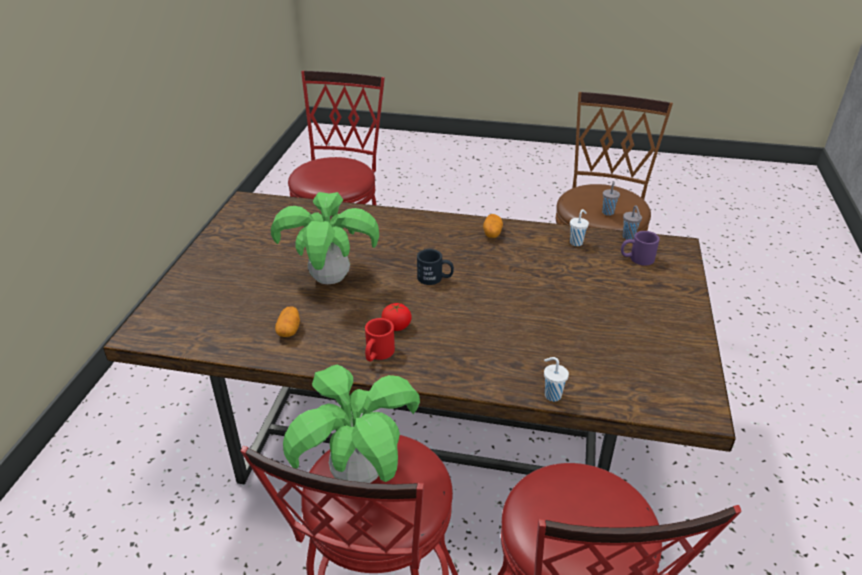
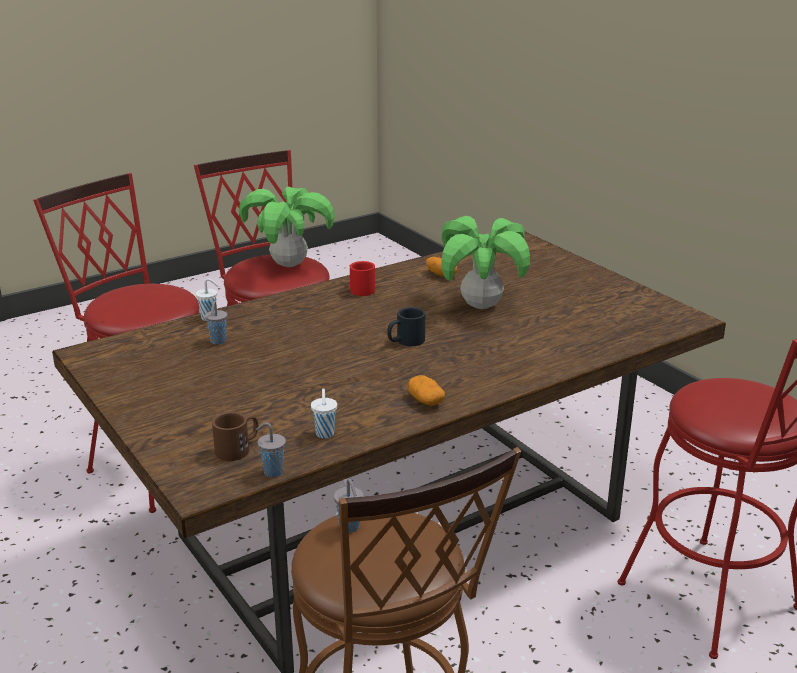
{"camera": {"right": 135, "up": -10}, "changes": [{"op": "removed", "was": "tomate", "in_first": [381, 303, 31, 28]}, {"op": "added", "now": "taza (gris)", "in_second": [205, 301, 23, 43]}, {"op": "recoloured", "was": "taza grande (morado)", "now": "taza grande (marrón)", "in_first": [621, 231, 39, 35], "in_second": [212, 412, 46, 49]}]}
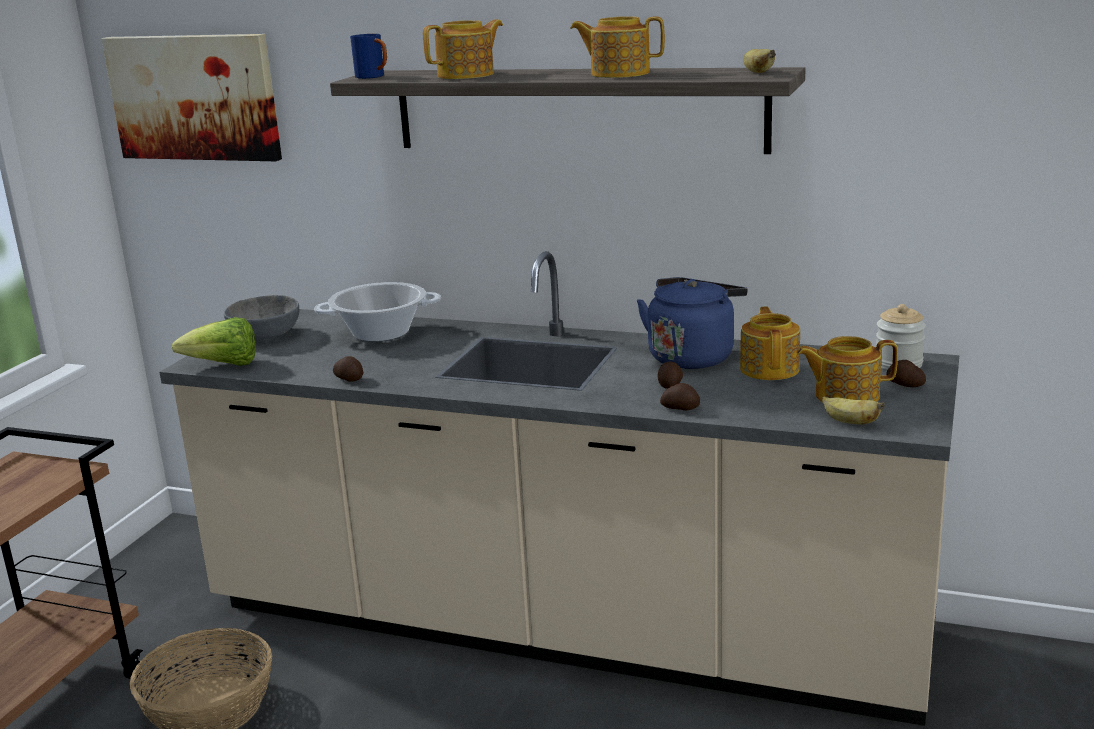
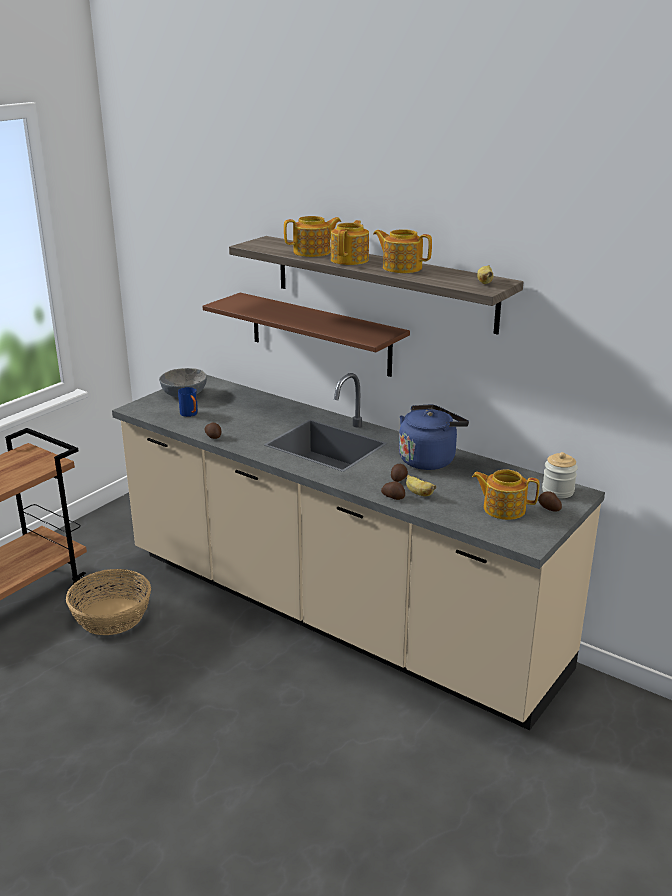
{"camera": {"right": 15, "up": 5}, "changes": [{"op": "removed", "was": "cuadro", "in_first": [101, 34, 181, 127]}, {"op": "removed", "was": "lechuga", "in_first": [171, 317, 85, 49]}, {"op": "removed", "was": "olla", "in_first": [314, 282, 127, 60]}, {"op": "added", "now": "estante (marrón)", "in_second": [203, 293, 207, 84]}, {"op": "moved", "was": "taza grande (azul)", "in_first": [350, 34, 37, 45], "in_second": [178, 387, 20, 30]}, {"op": "moved", "was": "tetera", "in_first": [740, 307, 60, 73], "in_second": [331, 220, 38, 45]}, {"op": "moved", "was": "plátano", "in_first": [822, 397, 63, 28], "in_second": [406, 475, 30, 21]}]}
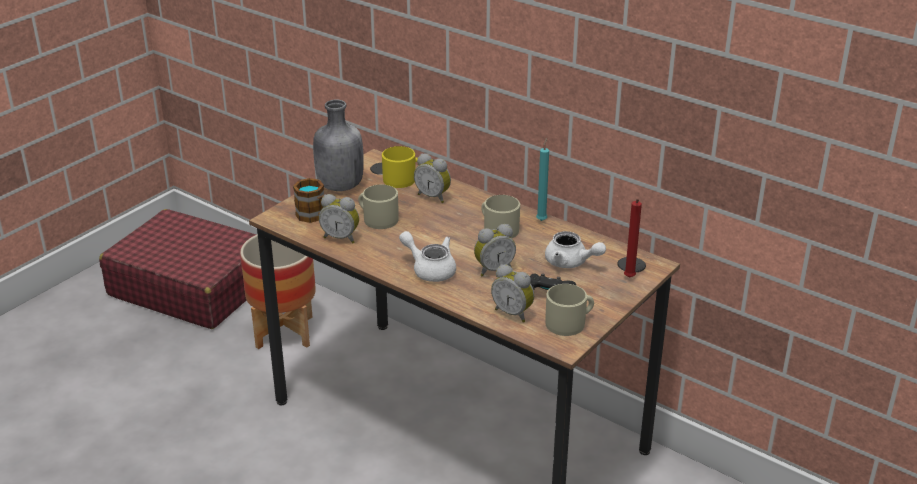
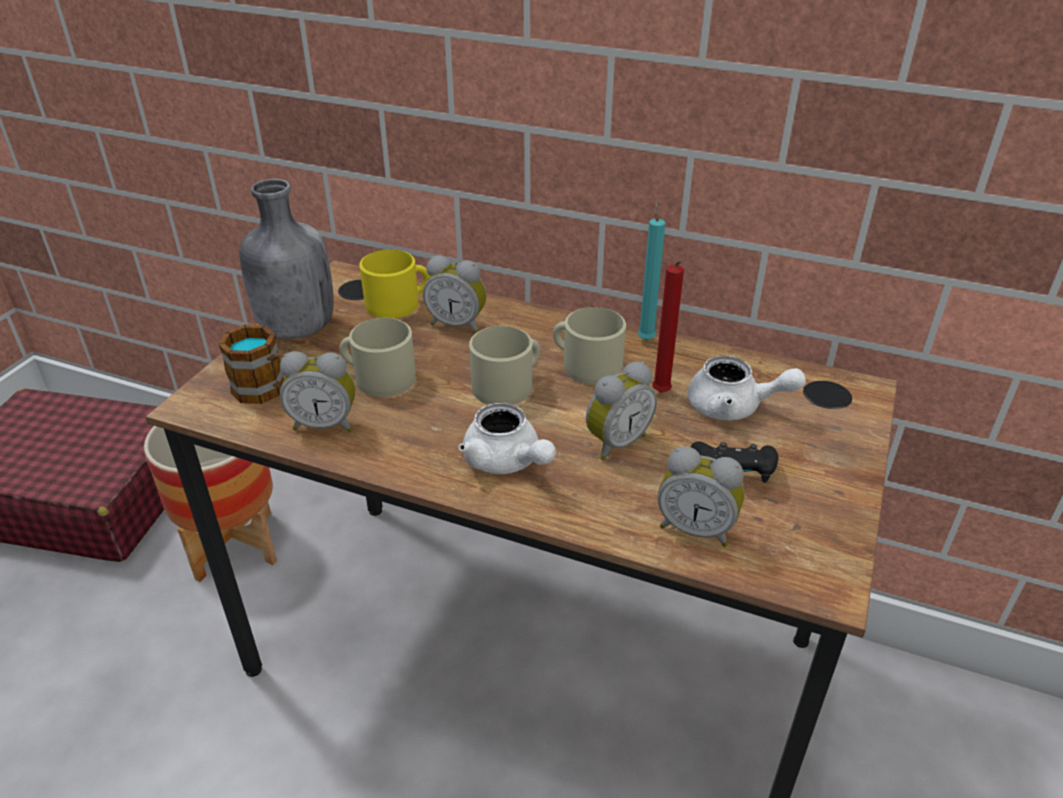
{"camera": {"right": -15, "up": 5}, "changes": [{"op": "moved", "was": "taza grande (beis)", "in_first": [545, 284, 49, 52], "in_second": [469, 326, 72, 79]}, {"op": "moved", "was": "vela (rojo)", "in_first": [624, 199, 18, 79], "in_second": [652, 261, 32, 132]}, {"op": "turned", "was": "tetera (blanco)", "in_first": [399, 231, 57, 51], "in_second": [459, 403, 97, 71], "clockwise": -150}]}
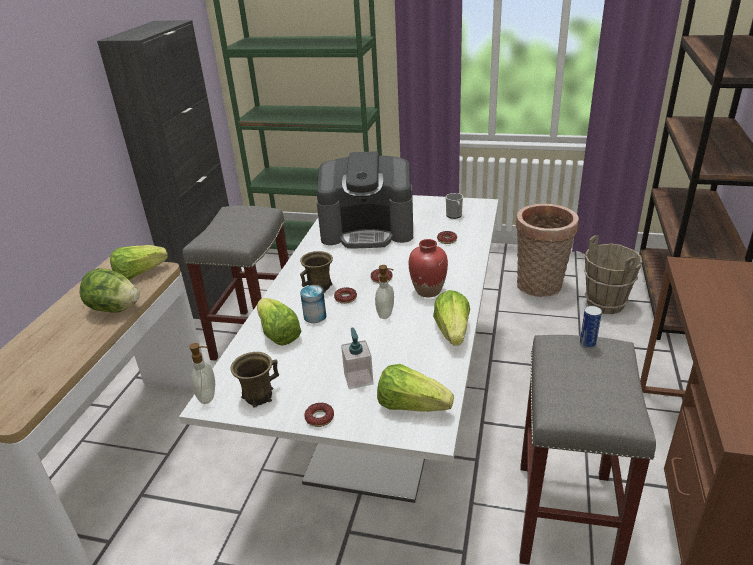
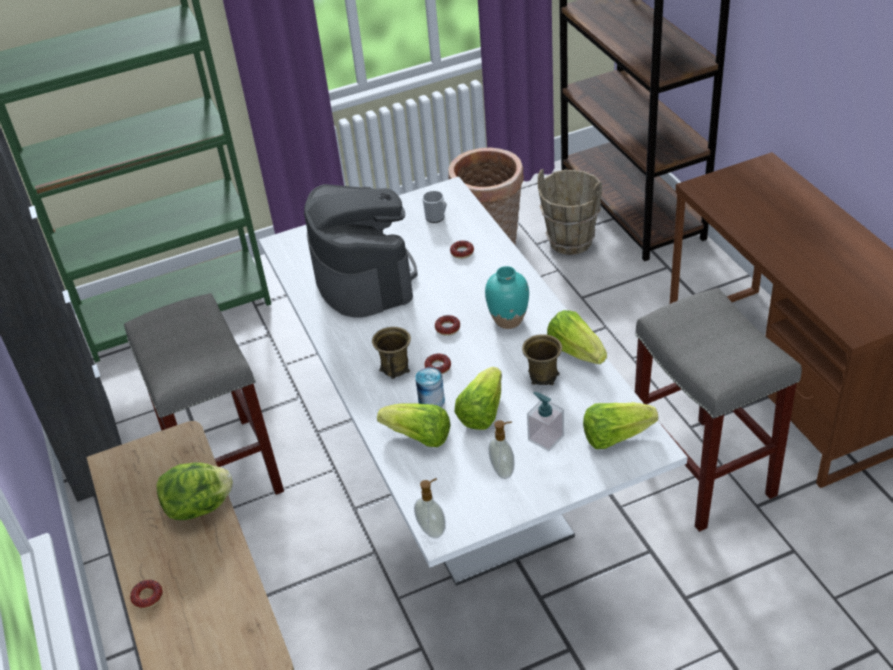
{"camera": {"right": -35, "up": 10}, "changes": [{"op": "removed", "was": "lata", "in_first": [580, 306, 22, 43]}, {"op": "moved", "was": "lechuga", "in_first": [110, 245, 58, 35], "in_second": [454, 367, 48, 63]}, {"op": "moved", "was": "taza grande (marrón)", "in_first": [230, 352, 49, 55], "in_second": [522, 334, 40, 51]}, {"op": "moved", "was": "rosquilla", "in_first": [304, 403, 30, 24], "in_second": [130, 580, 33, 29]}, {"op": "moved", "was": "dispensador de jabón", "in_first": [375, 265, 19, 54], "in_second": [489, 420, 25, 59]}, {"op": "recoloured", "was": "florero (rojo)", "now": "florero (turquesa)", "in_first": [409, 239, 39, 58], "in_second": [485, 266, 44, 63]}, {"op": "turned", "was": "cafetera", "in_first": [317, 151, 96, 97], "in_second": [304, 184, 114, 134], "clockwise": -75}]}
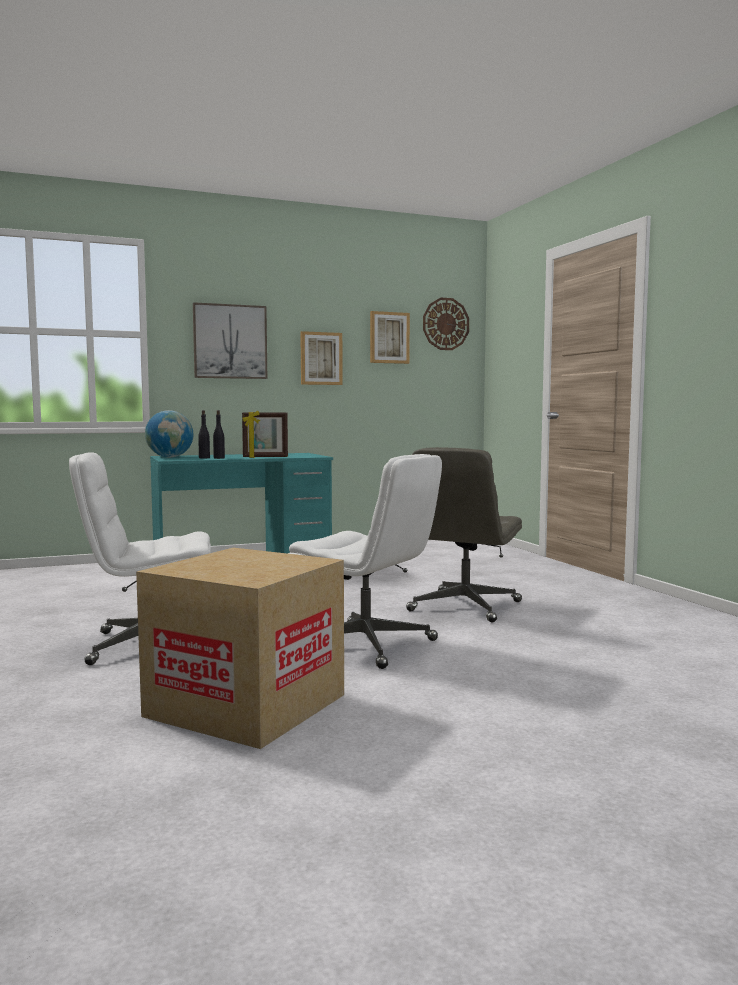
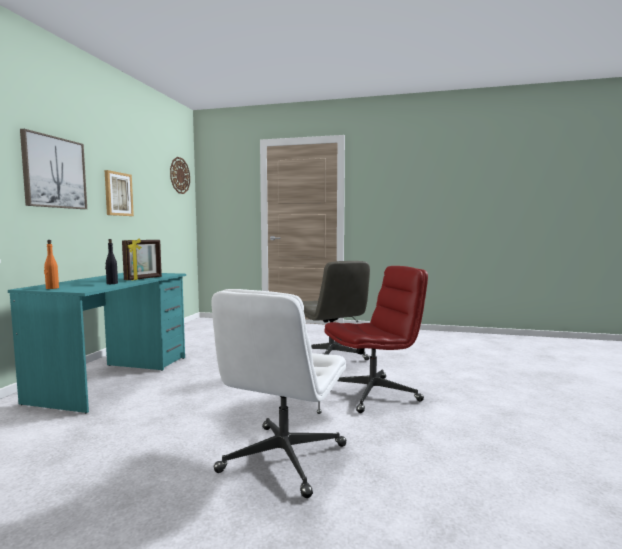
{"camera": {"right": -55, "up": 0}, "changes": [{"op": "removed", "was": "caja de cartón", "in_first": [136, 548, 208, 201]}, {"op": "removed", "was": "botella (negro)", "in_first": [198, 410, 12, 48]}, {"op": "removed", "was": "cuadro", "in_first": [370, 311, 40, 53]}, {"op": "replaced", "was": "globo terráqueo", "now": "botella (naranja)", "in_first": [145, 410, 48, 47], "in_second": [44, 240, 15, 49]}, {"op": "recoloured", "was": "silla de oficina (blanco)", "now": "silla de oficina (rojo)", "in_first": [288, 454, 154, 215], "in_second": [324, 266, 104, 147]}]}
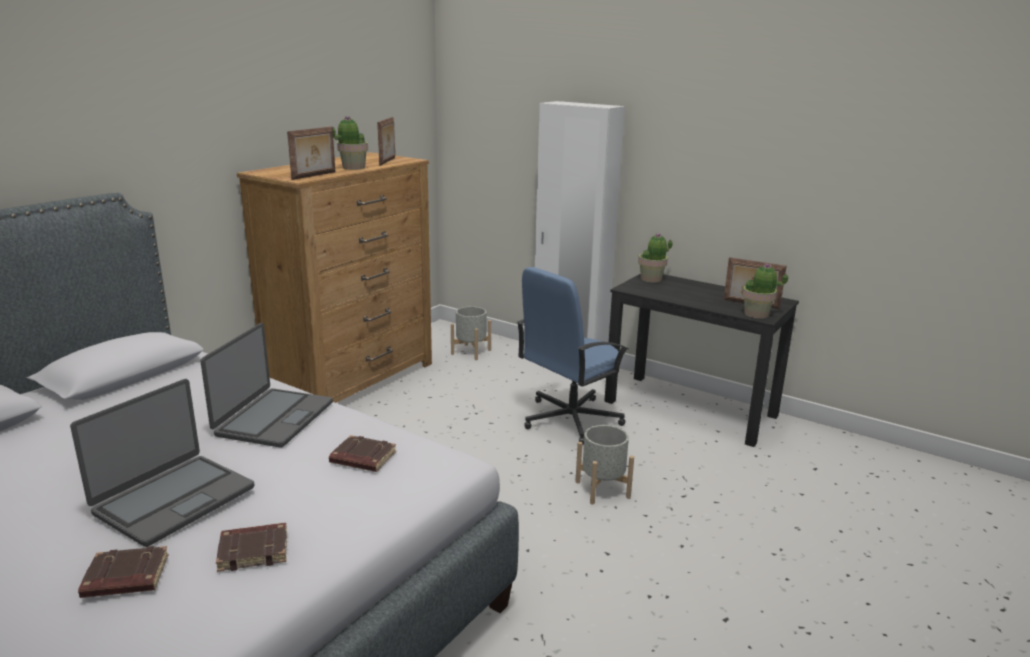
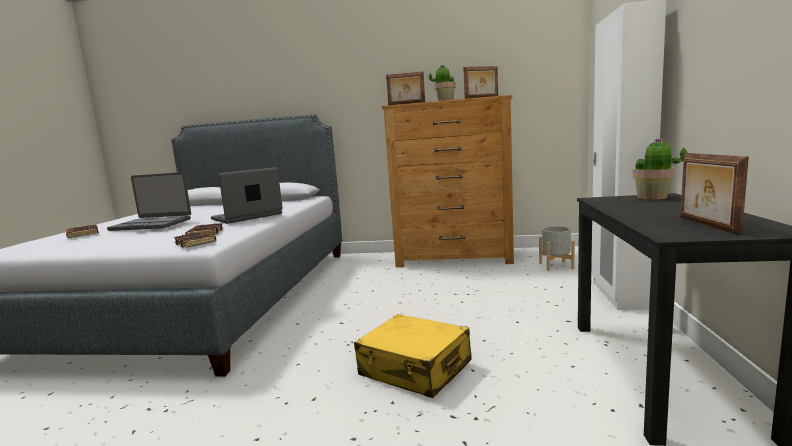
{"camera": {"right": 65, "up": -10}, "changes": [{"op": "removed", "was": "silla de oficina (azul)", "in_first": [517, 267, 112, 178]}, {"op": "removed", "was": "planta en maceta", "in_first": [742, 263, 46, 56]}, {"op": "moved", "was": "libro (marrón)", "in_first": [216, 523, 71, 49], "in_second": [174, 232, 42, 16]}, {"op": "replaced", "was": "maceta (gris)", "now": "maleta (amarillo)", "in_first": [575, 425, 59, 80], "in_second": [354, 314, 118, 84]}, {"op": "turned", "was": "portátil", "in_first": [201, 323, 132, 125], "in_second": [211, 167, 72, 57], "clockwise": 150}]}
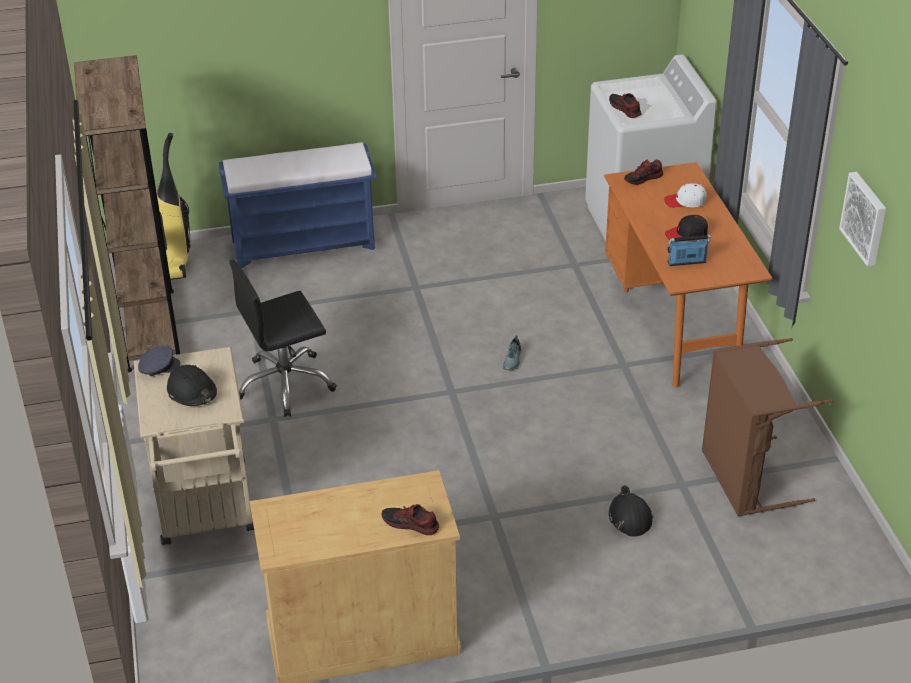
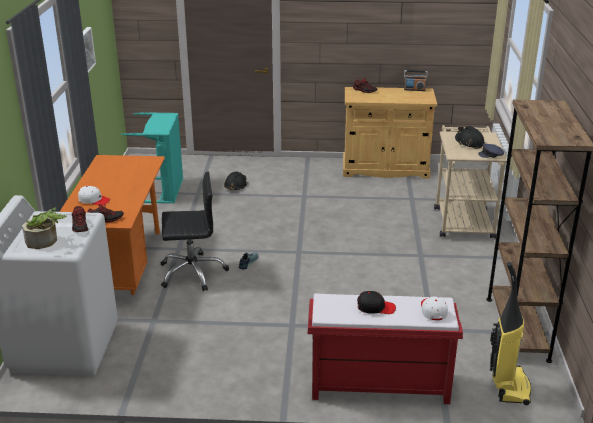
{"camera": {"right": -165, "up": -10}, "changes": [{"op": "added", "now": "planta en maceta", "in_second": [22, 207, 45, 42]}, {"op": "added", "now": "gorra (blanco)", "in_second": [421, 296, 27, 24]}, {"op": "moved", "was": "silla de oficina (negro)", "in_first": [229, 260, 108, 157], "in_second": [161, 172, 68, 119]}, {"op": "moved", "was": "gorra (negro)", "in_first": [665, 215, 43, 25], "in_second": [357, 291, 39, 23]}, {"op": "moved", "was": "radio", "in_first": [667, 235, 44, 31], "in_second": [404, 70, 24, 21]}, {"op": "recoloured", "was": "banco (azul)", "now": "banco (rojo)", "in_first": [219, 142, 158, 126], "in_second": [308, 293, 155, 111]}, {"op": "recoloured", "was": "cesto de la ropa (marrón)", "now": "cesto de la ropa (turquesa)", "in_first": [702, 338, 132, 179], "in_second": [121, 112, 62, 91]}]}
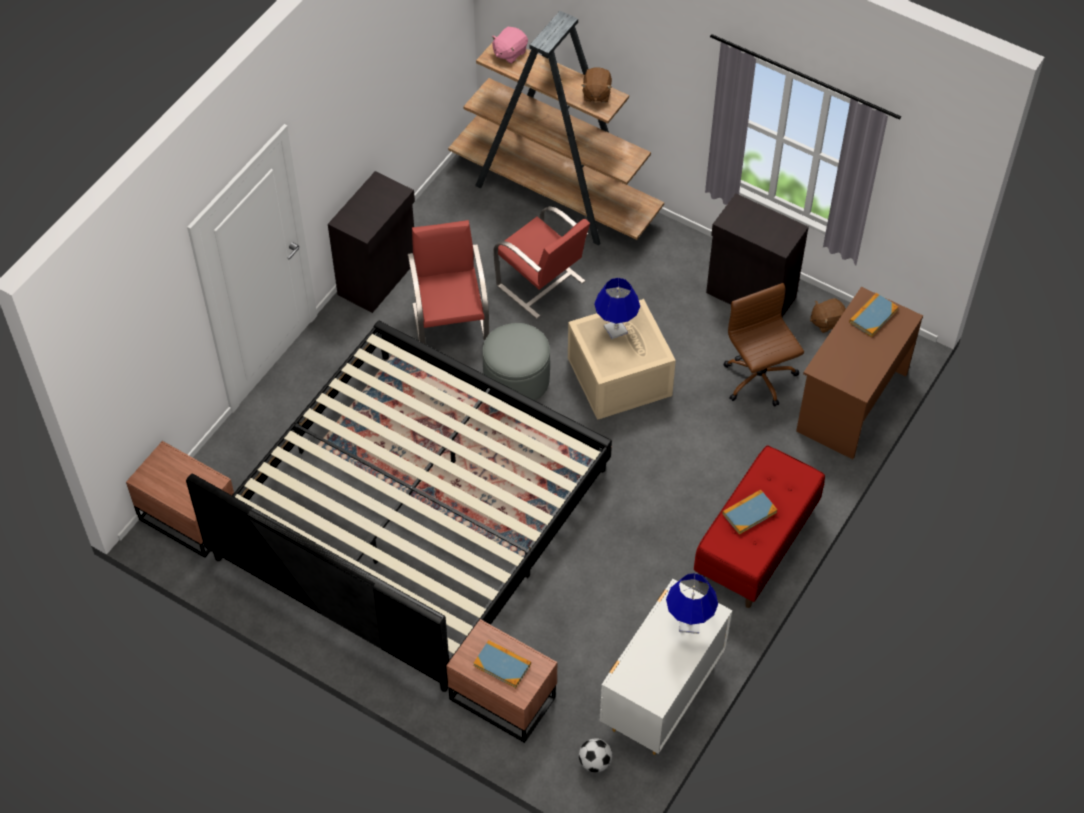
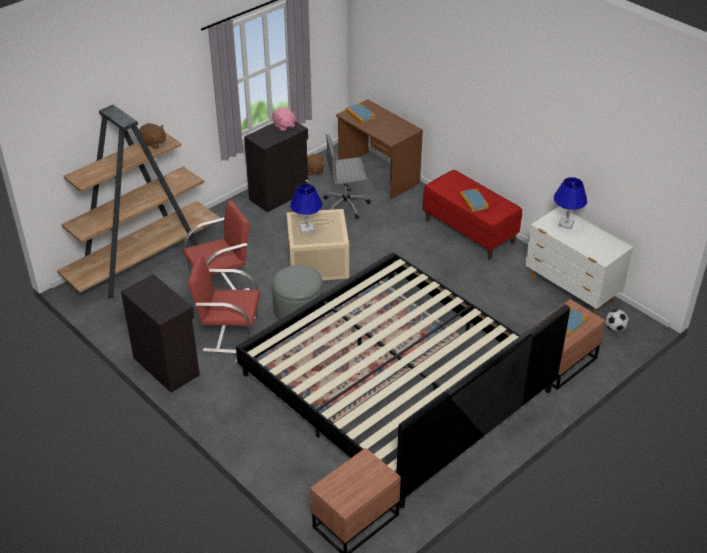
{"camera": {"right": -75, "up": -15}, "changes": [{"op": "moved", "was": "peluche (rosa)", "in_first": [492, 27, 36, 37], "in_second": [272, 108, 24, 23]}, {"op": "recoloured", "was": "silla de oficina (marrón)", "now": "silla de oficina (gris)", "in_first": [723, 283, 81, 123], "in_second": [323, 134, 48, 85]}]}
